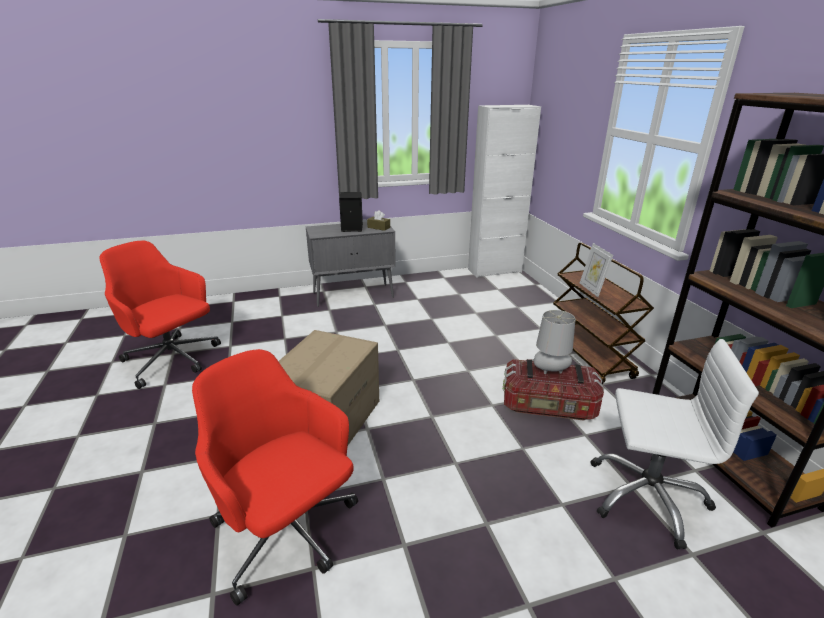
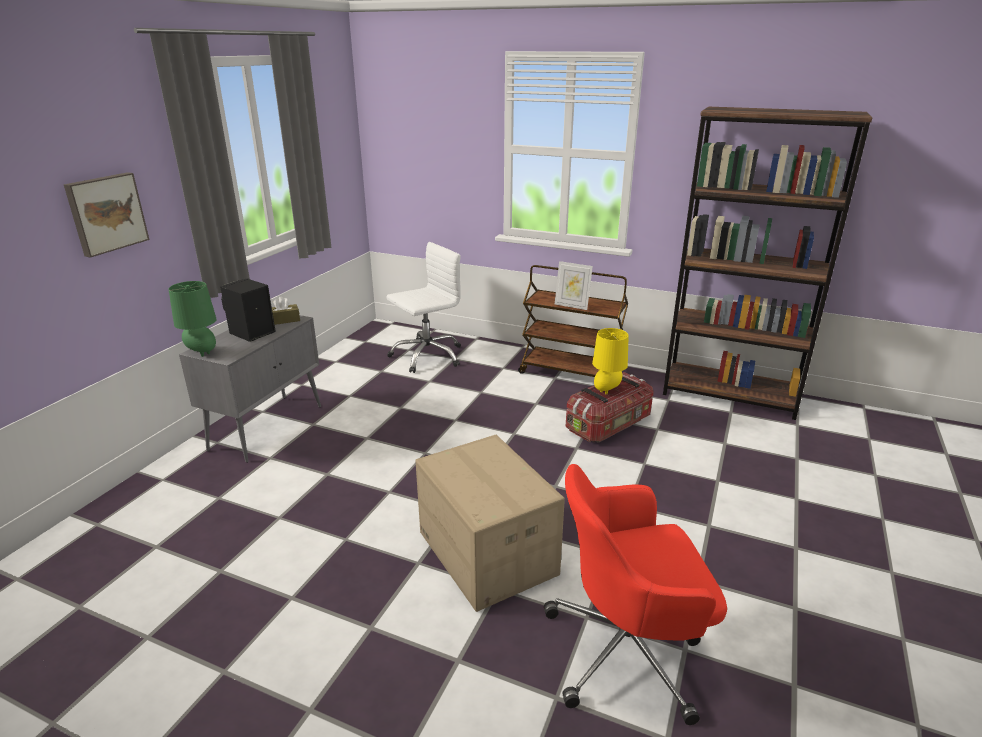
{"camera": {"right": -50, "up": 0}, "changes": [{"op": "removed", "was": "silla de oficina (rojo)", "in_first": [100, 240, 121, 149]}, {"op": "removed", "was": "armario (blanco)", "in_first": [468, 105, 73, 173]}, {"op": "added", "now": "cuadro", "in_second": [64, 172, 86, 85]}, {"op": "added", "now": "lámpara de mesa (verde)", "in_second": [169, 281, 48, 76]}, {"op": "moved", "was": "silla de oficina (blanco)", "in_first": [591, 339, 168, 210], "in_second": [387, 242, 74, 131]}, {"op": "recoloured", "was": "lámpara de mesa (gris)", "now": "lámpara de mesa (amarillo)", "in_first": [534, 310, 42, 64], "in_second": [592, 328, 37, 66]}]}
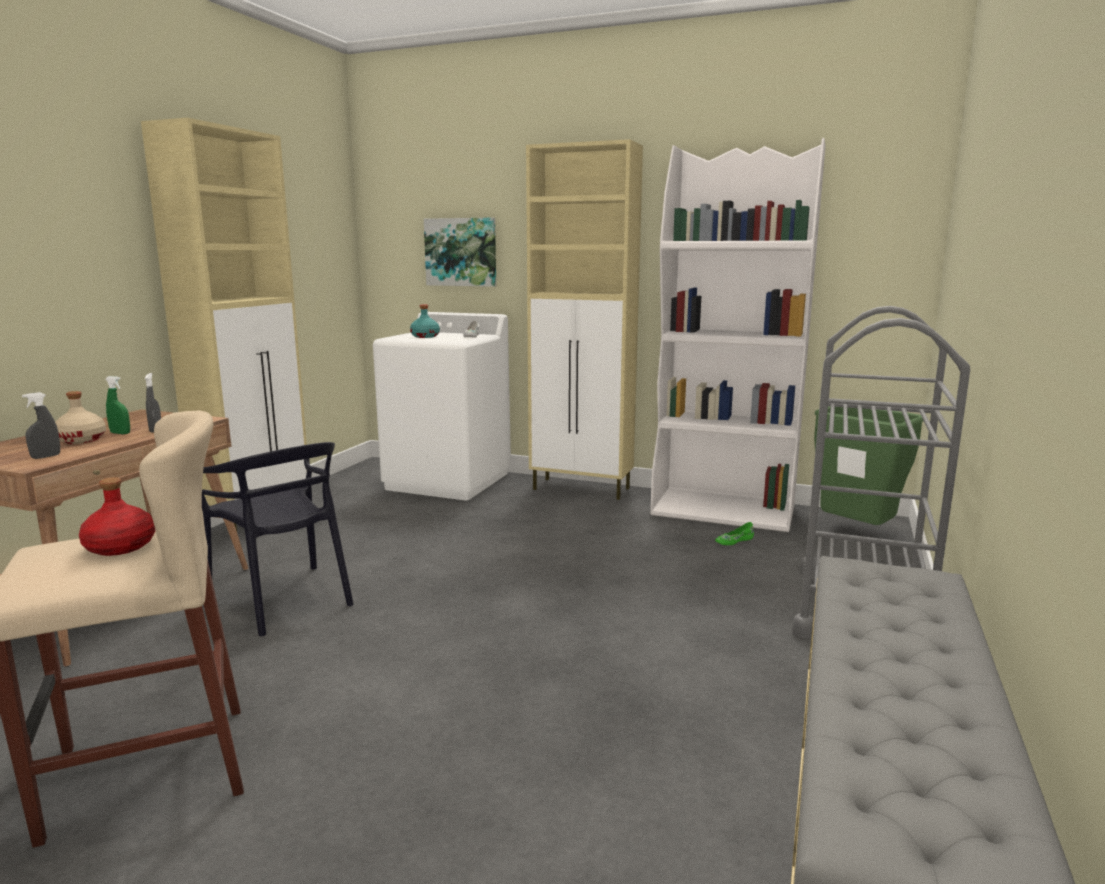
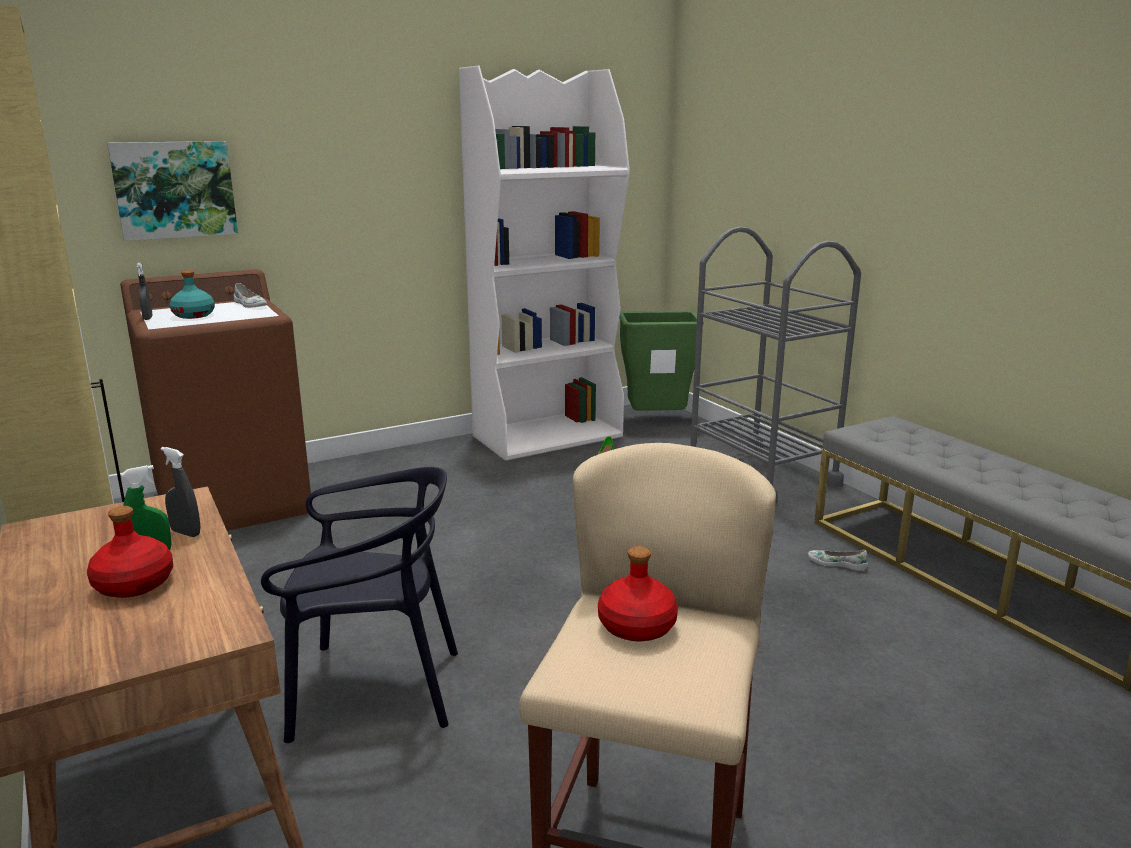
{"camera": {"right": -50, "up": 5}, "changes": [{"op": "removed", "was": "armario (beis)", "in_first": [526, 139, 117, 361]}, {"op": "added", "now": "zapato (blanco)", "in_second": [808, 550, 60, 21]}, {"op": "moved", "was": "pulverizador (gris)", "in_first": [22, 392, 38, 67], "in_second": [136, 263, 17, 57]}, {"op": "recoloured", "was": "botella (beis)", "now": "botella (rojo)", "in_first": [55, 391, 51, 53], "in_second": [87, 506, 86, 92]}, {"op": "recoloured", "was": "lavadora (blanco)", "now": "lavadora (marrón)", "in_first": [373, 312, 138, 188], "in_second": [120, 269, 191, 262]}]}
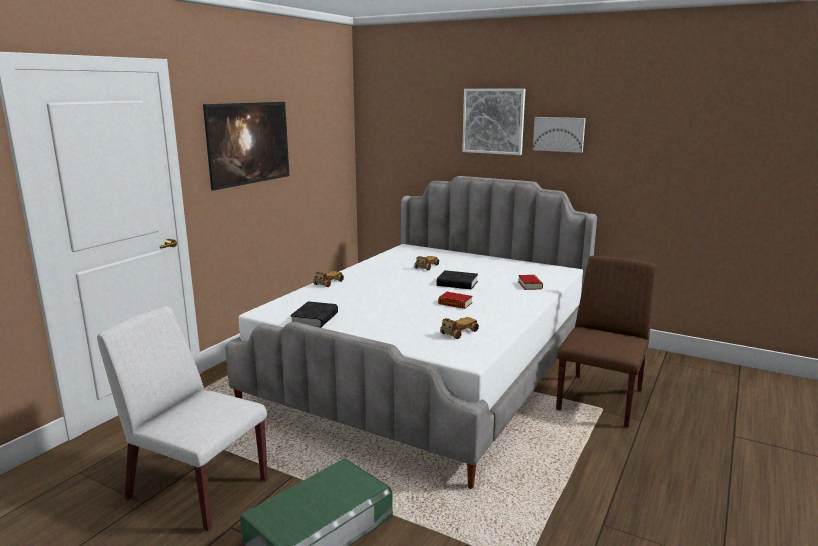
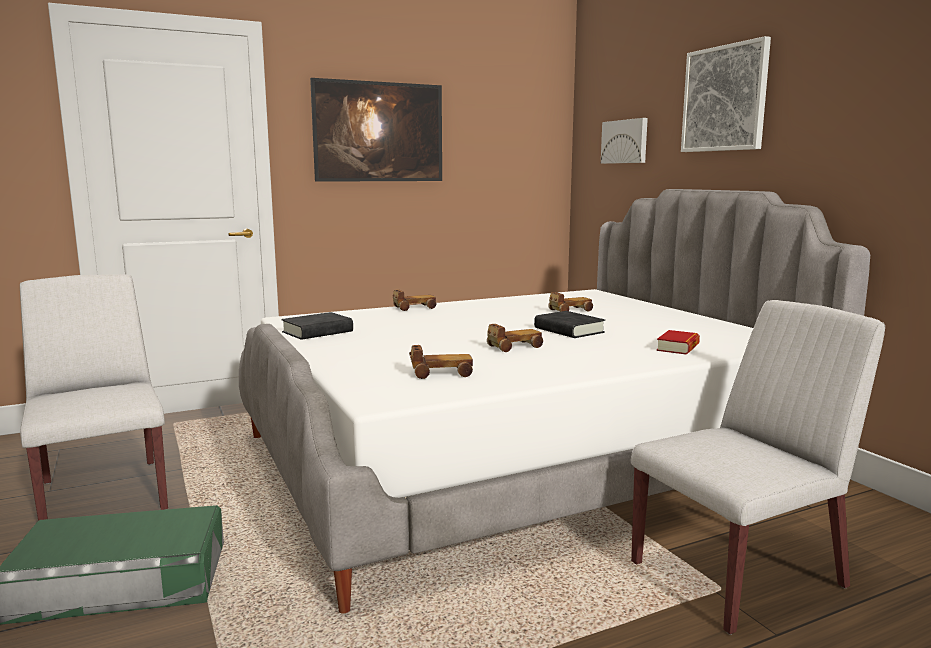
{"camera": {"right": 35, "up": -5}, "changes": [{"op": "moved", "was": "cuadro", "in_first": [533, 117, 53, 36], "in_second": [601, 118, 47, 46]}, {"op": "replaced", "was": "libro", "now": "coche de juguete", "in_first": [438, 292, 34, 17], "in_second": [487, 324, 56, 28]}, {"op": "recoloured", "was": "silla (marrón)", "now": "silla (blanco)", "in_first": [556, 256, 100, 172], "in_second": [631, 300, 254, 335]}]}
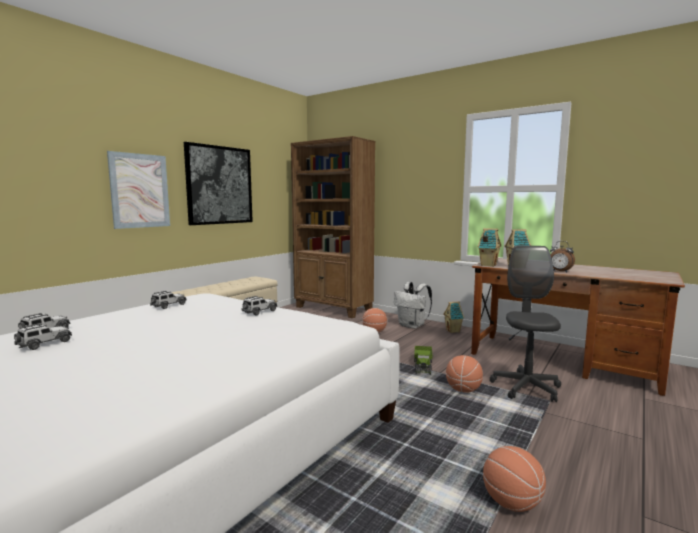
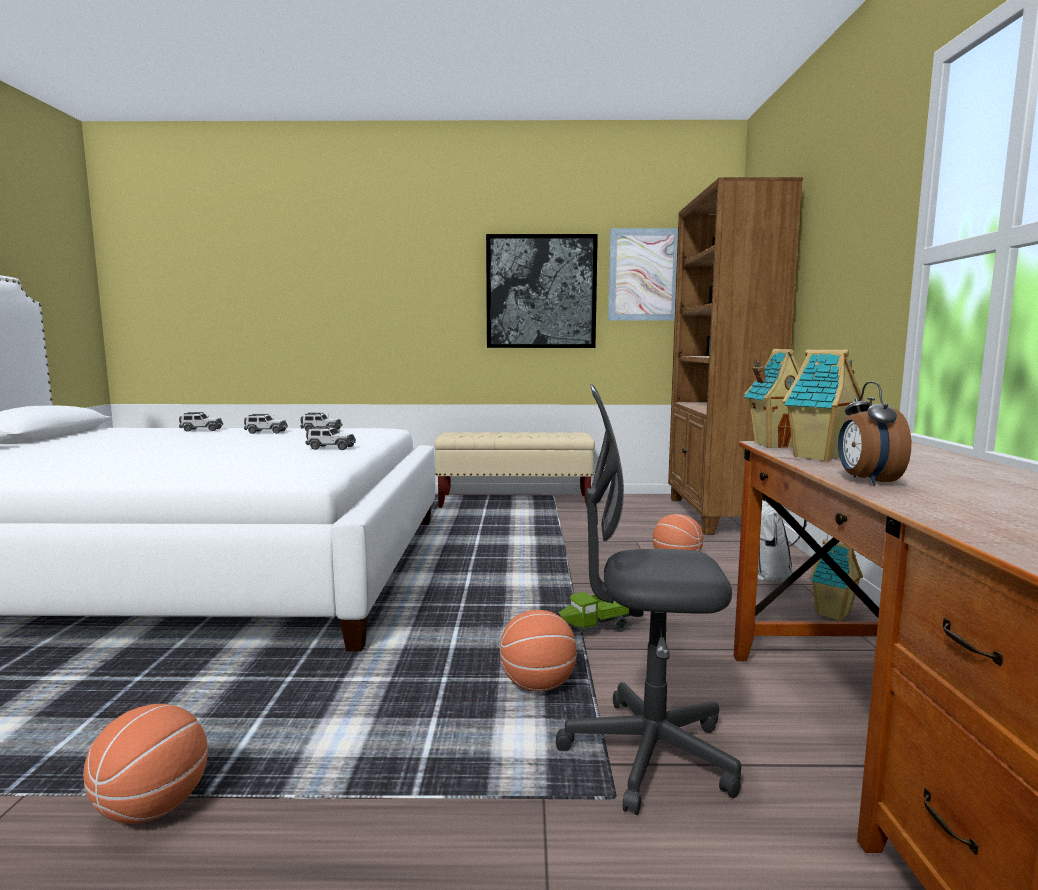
{"camera": {"right": 55, "up": 0}, "changes": [{"op": "moved", "was": "coche de juguete", "in_first": [14, 323, 58, 27], "in_second": [244, 414, 44, 20]}, {"op": "moved", "was": "cuadro", "in_first": [107, 151, 63, 78], "in_second": [608, 228, 70, 93]}, {"op": "turned", "was": "silla de oficina (gris)", "in_first": [490, 245, 71, 157], "in_second": [556, 384, 185, 431], "clockwise": -150}]}
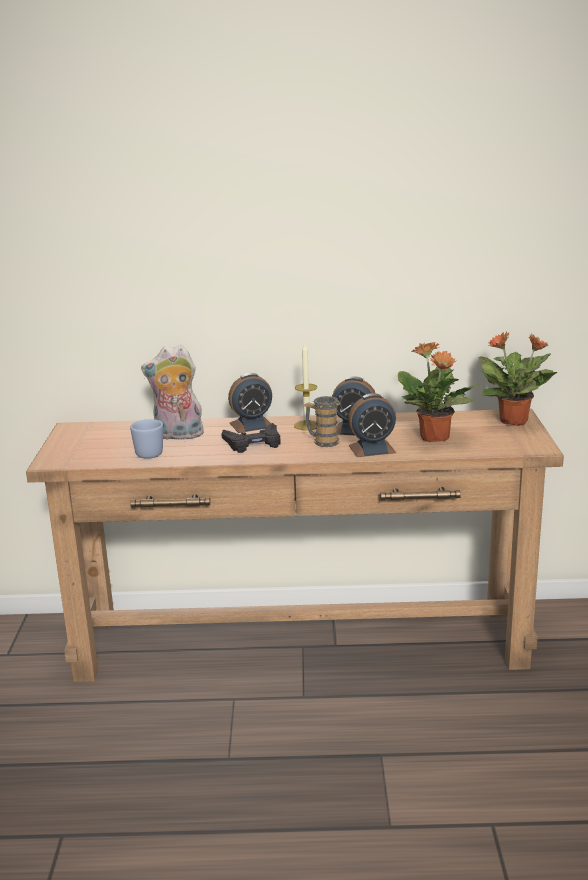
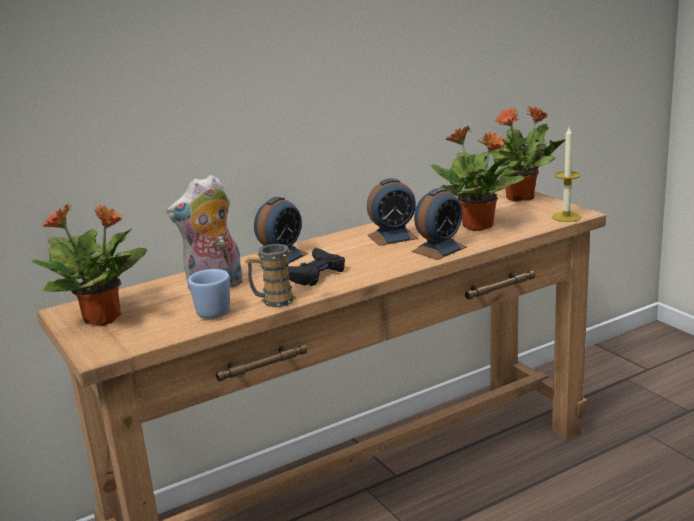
{"camera": {"right": -30, "up": 0}, "changes": [{"op": "added", "now": "planta en maceta", "in_second": [32, 204, 115, 122]}, {"op": "moved", "was": "vela", "in_first": [294, 344, 23, 86], "in_second": [552, 127, 29, 95]}, {"op": "moved", "was": "taza grande", "in_first": [304, 396, 36, 51], "in_second": [244, 244, 52, 63]}]}
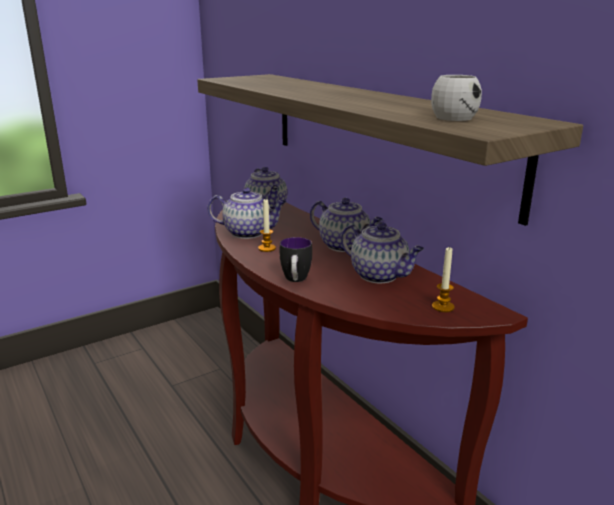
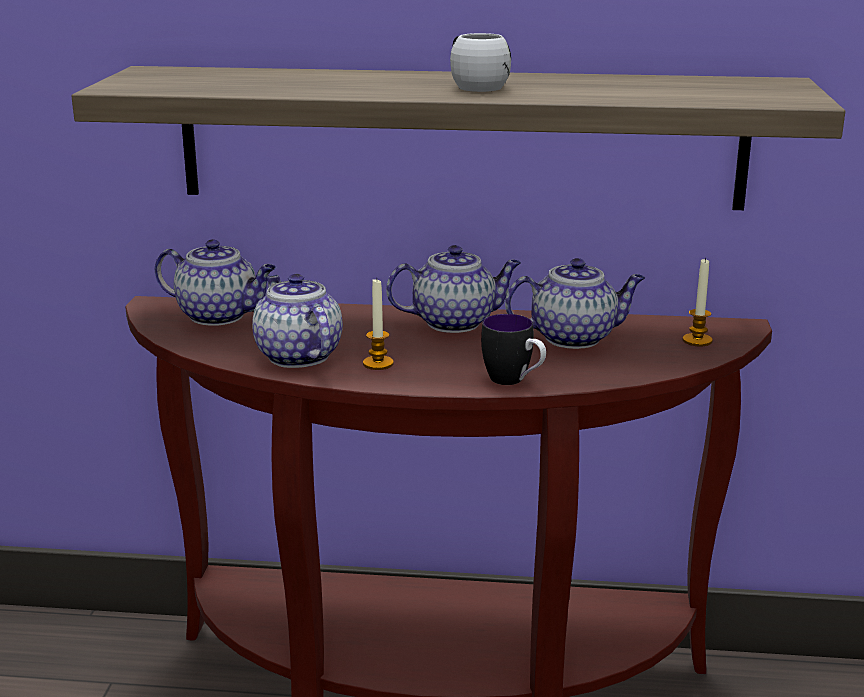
{"camera": {"right": -50, "up": 0}, "changes": [{"op": "moved", "was": "taza grande (blanco)", "in_first": [431, 75, 51, 46], "in_second": [450, 33, 61, 59]}, {"op": "turned", "was": "tetera", "in_first": [207, 187, 80, 52], "in_second": [252, 273, 91, 95], "clockwise": -75}]}
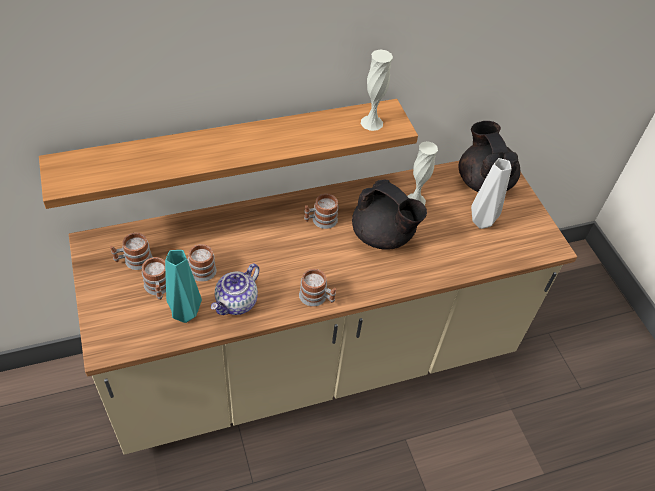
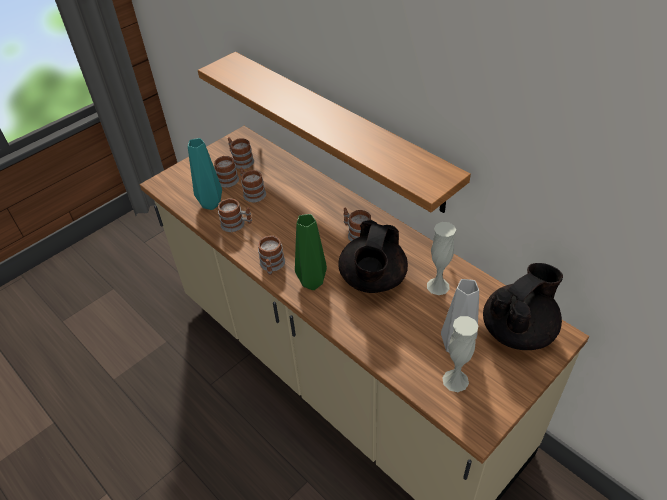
{"camera": {"right": 70, "up": -5}, "changes": [{"op": "added", "now": "florero (verde)", "in_second": [295, 214, 32, 76]}, {"op": "moved", "was": "florero (blanco)", "in_first": [361, 49, 32, 82], "in_second": [442, 316, 36, 76]}, {"op": "replaced", "was": "tetera", "now": "taza grande", "in_first": [211, 264, 48, 51], "in_second": [218, 198, 34, 34]}]}
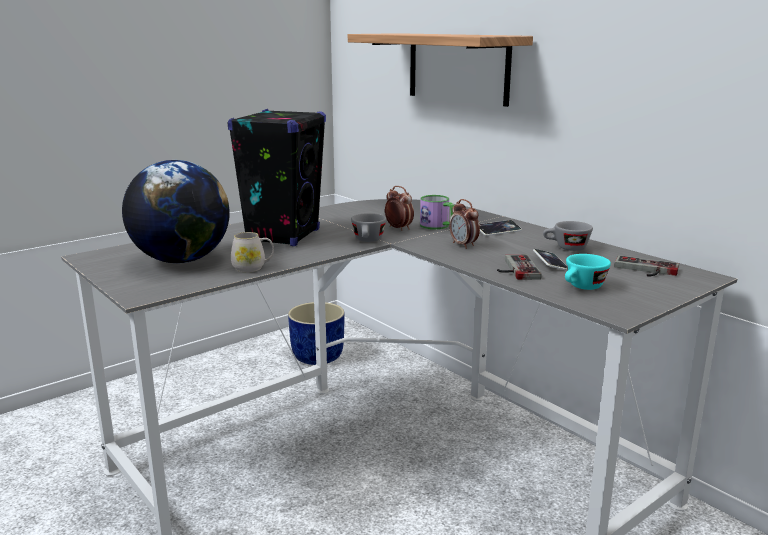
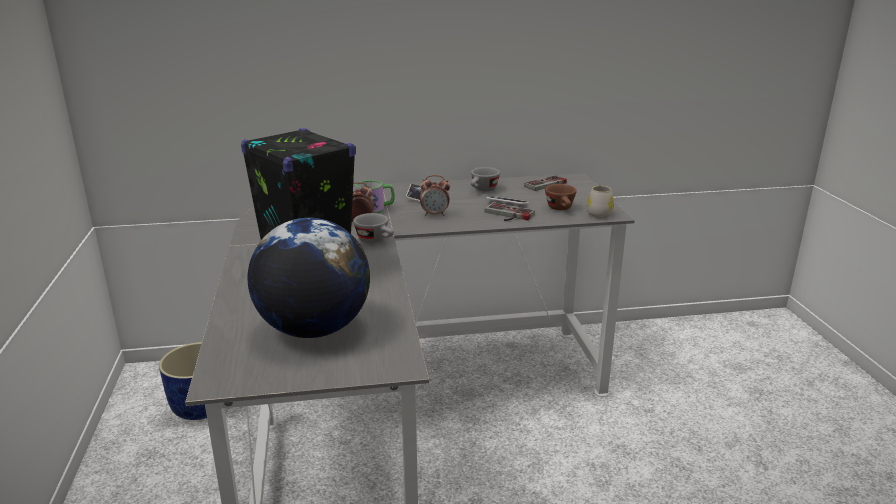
{"camera": {"right": -60, "up": 5}, "changes": [{"op": "removed", "was": "estante", "in_first": [348, 33, 185, 74]}, {"op": "moved", "was": "taza grande (blanco)", "in_first": [231, 232, 43, 40], "in_second": [587, 186, 27, 32]}, {"op": "recoloured", "was": "taza (turquesa)", "now": "taza (marrón)", "in_first": [565, 254, 46, 36], "in_second": [545, 184, 32, 26]}]}
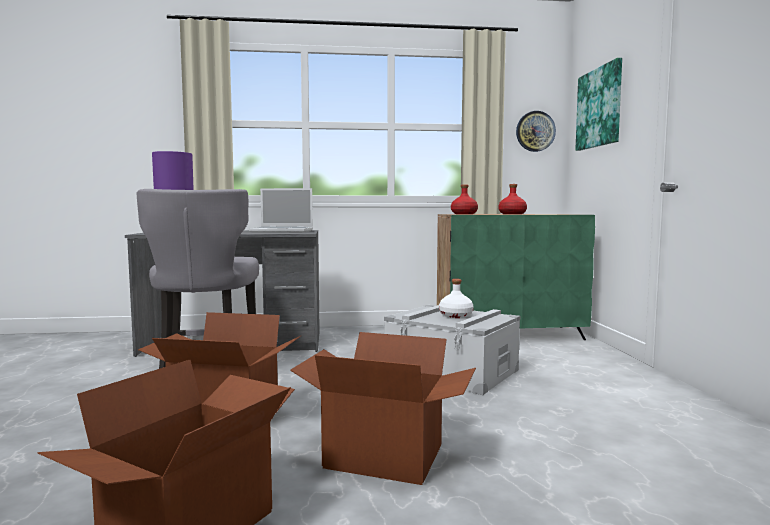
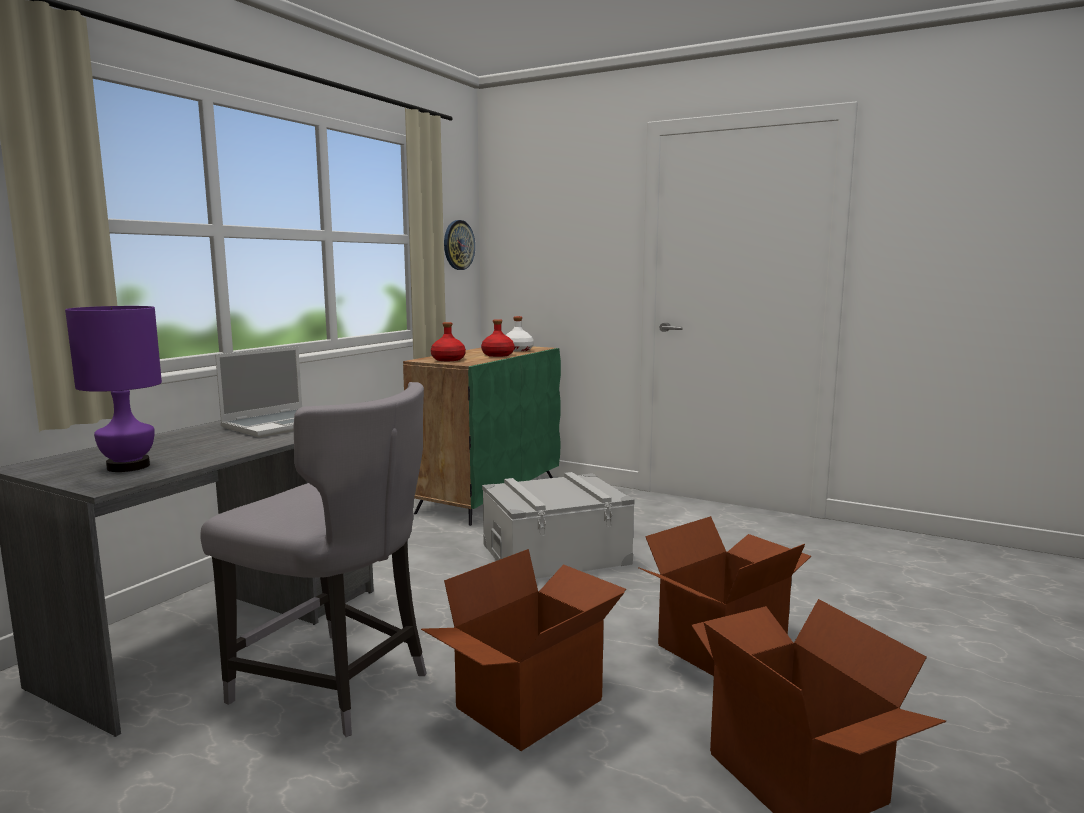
{"camera": {"right": -55, "up": 5}, "changes": [{"op": "removed", "was": "cuadro", "in_first": [575, 58, 47, 93]}, {"op": "moved", "was": "botella (blanco)", "in_first": [439, 279, 35, 39], "in_second": [506, 316, 28, 36]}]}
